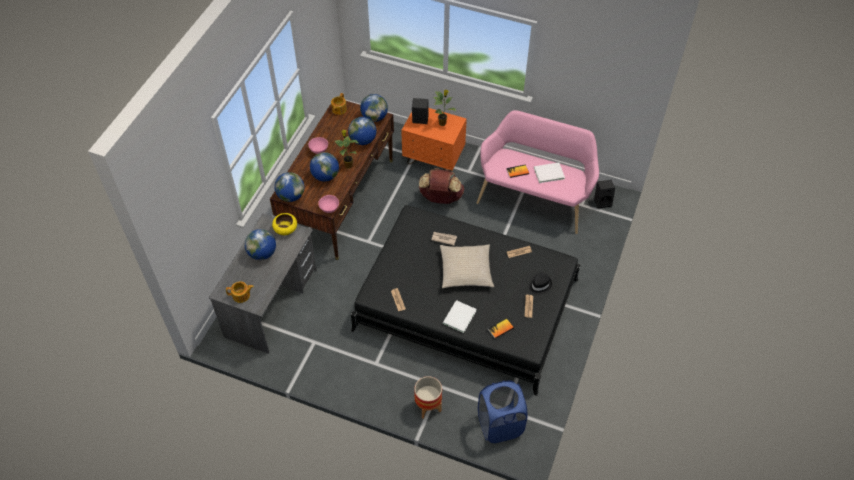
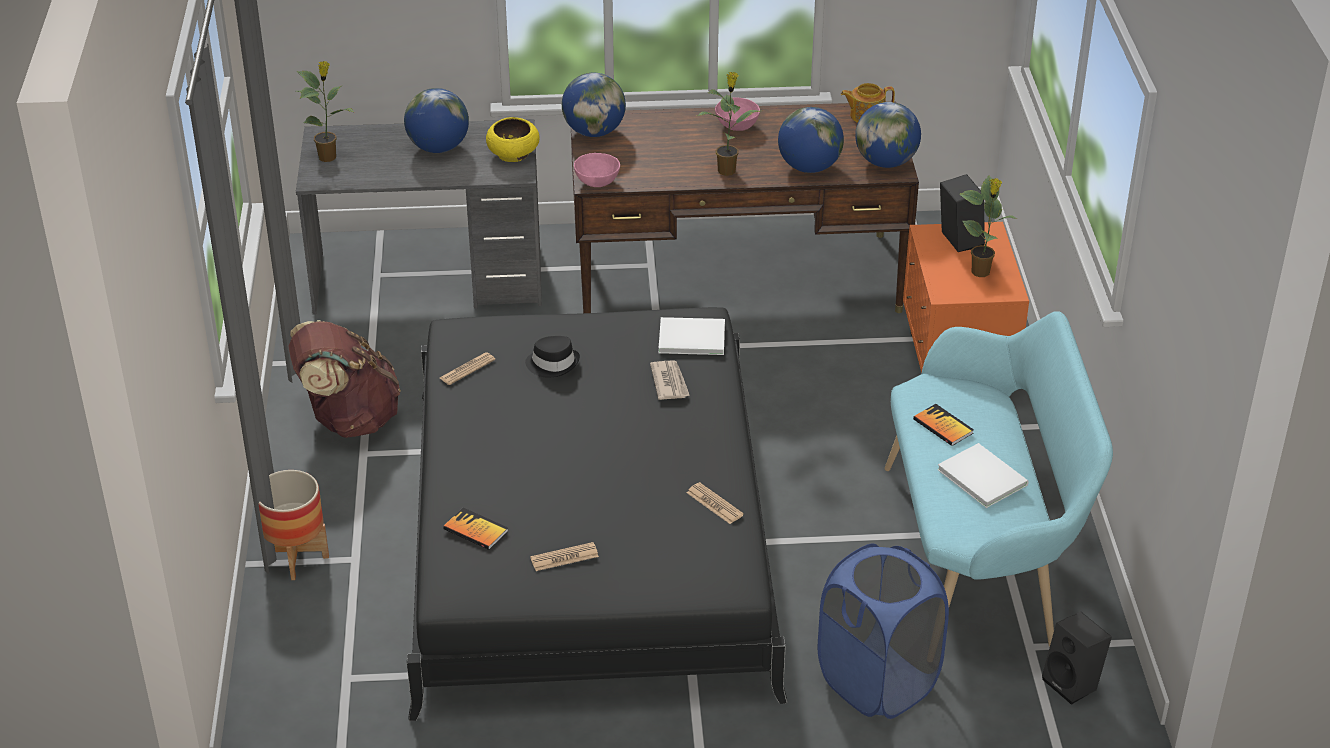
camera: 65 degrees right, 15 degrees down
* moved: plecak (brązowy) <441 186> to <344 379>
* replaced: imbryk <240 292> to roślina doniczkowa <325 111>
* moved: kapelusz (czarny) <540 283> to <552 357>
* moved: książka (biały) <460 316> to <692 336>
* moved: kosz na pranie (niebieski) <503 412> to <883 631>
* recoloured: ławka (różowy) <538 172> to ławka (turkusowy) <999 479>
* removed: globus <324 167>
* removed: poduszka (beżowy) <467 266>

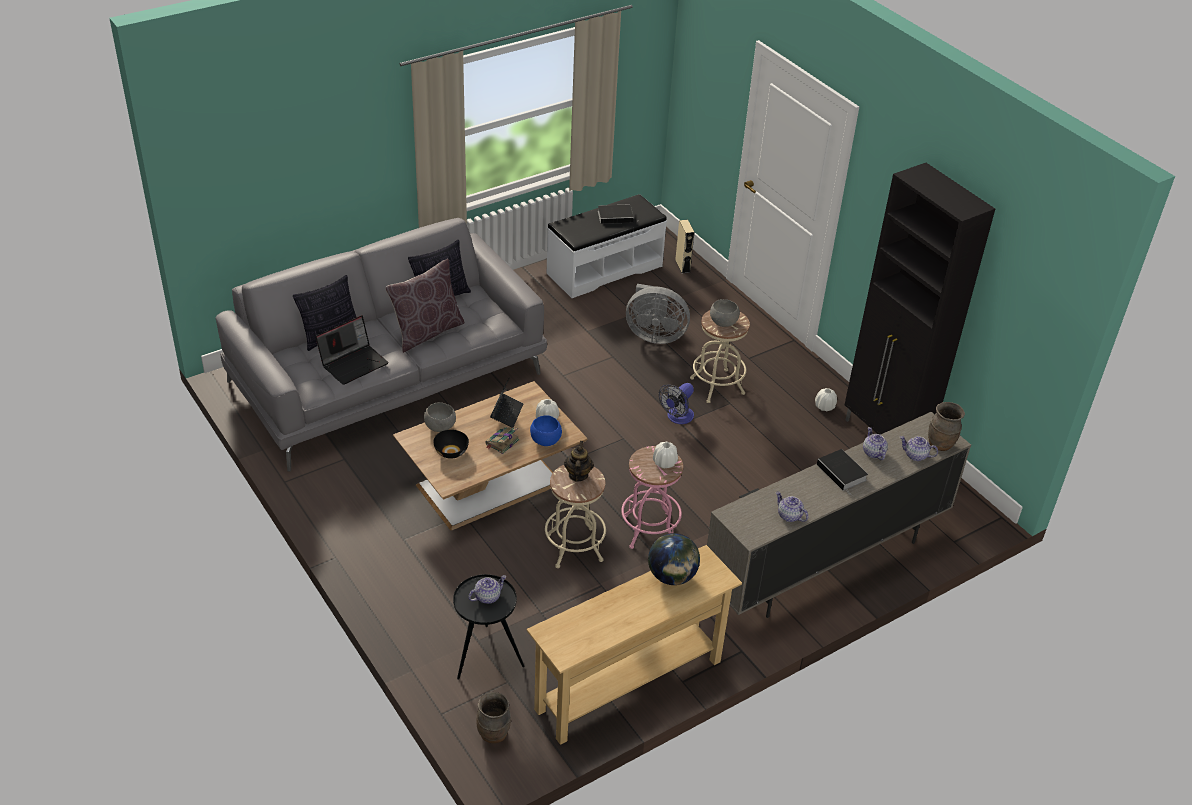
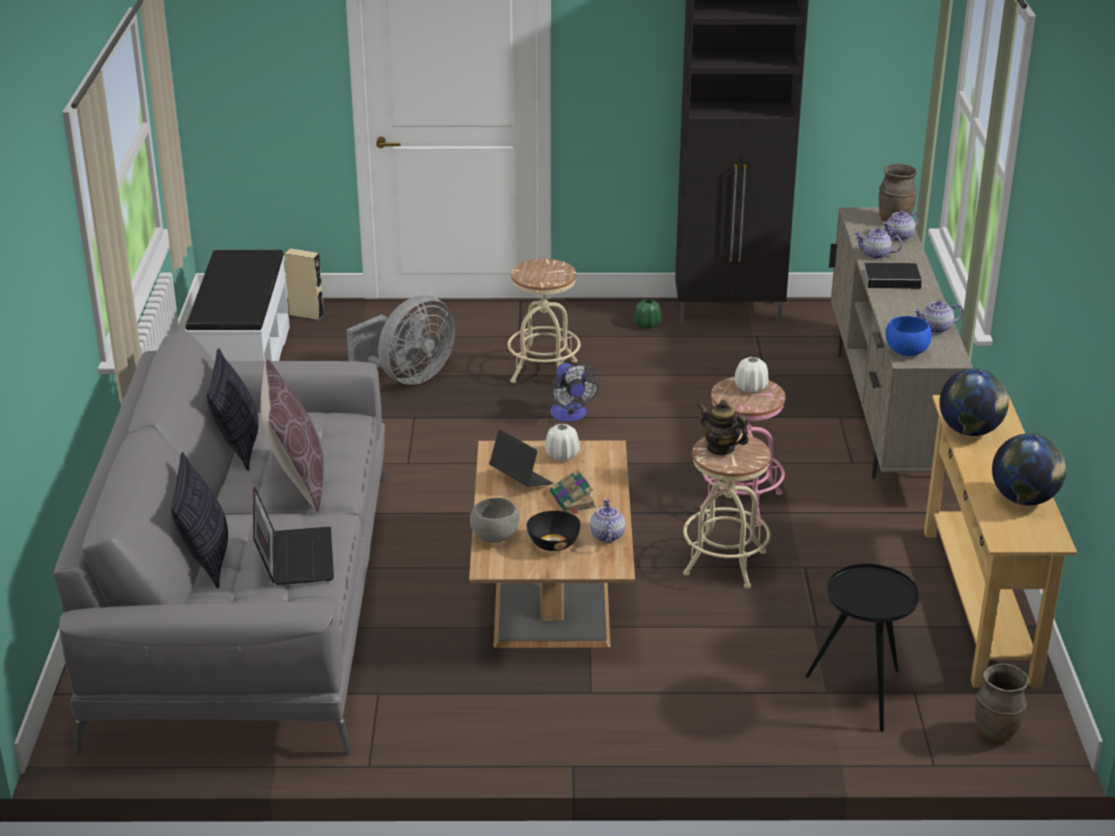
camera: 55 degrees left, 10 degrees down
* moved: imbryk <487 589> to <607 521>
* recoloured: wazon (biały) <826 399> to wazon (zielony) <648 314>
* moved: miska (niebieski) <546 430> to <908 336>
* added: globus <1029 469>
* removed: książka <617 214>
* removed: miska (szary) <725 313>

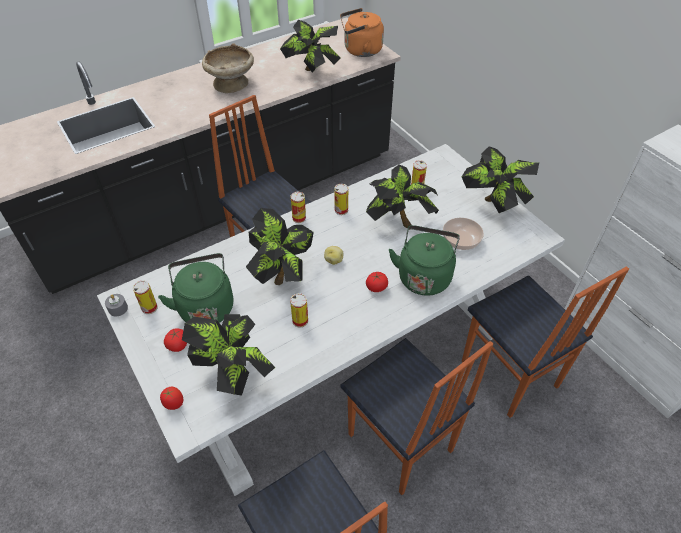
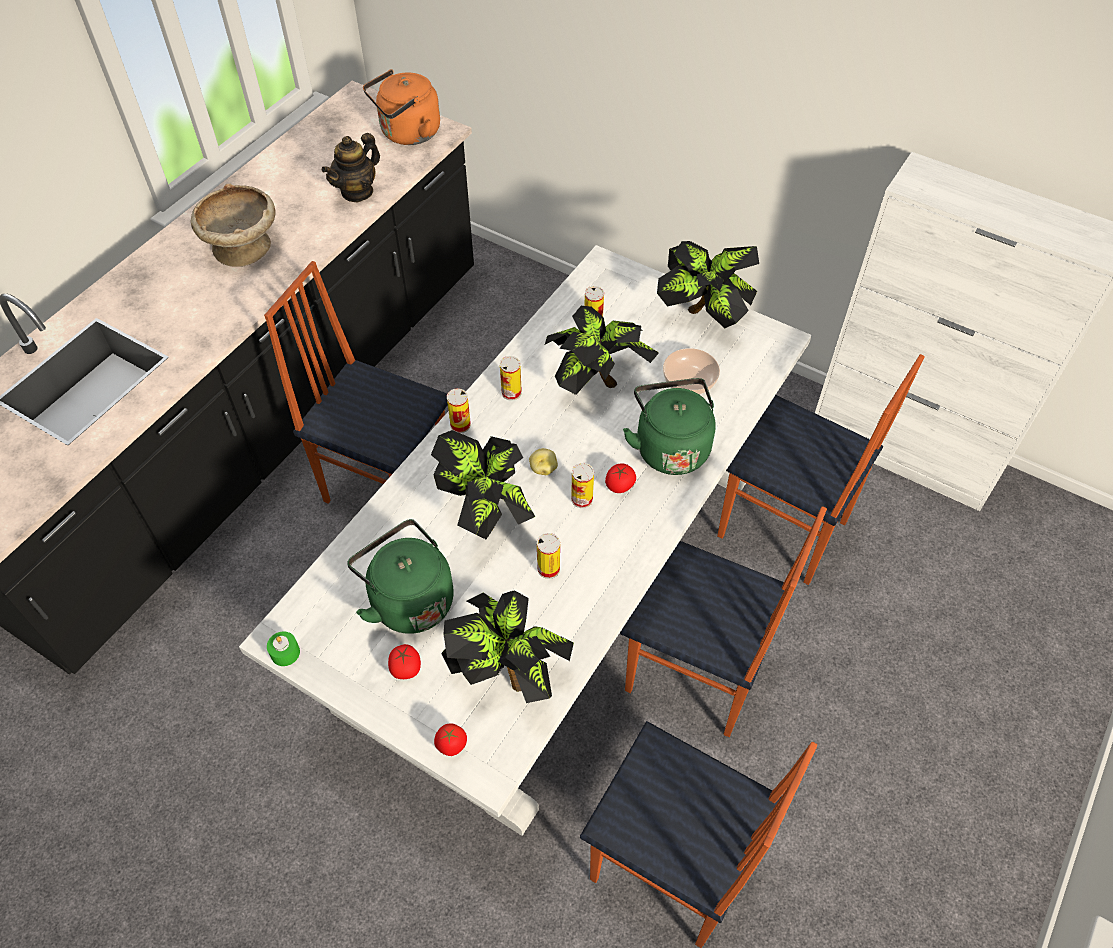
camera: 25 degrees left, 5 degrees up
* recoloured: świeca (szary) <116 305> to świeca (zielony) <283 648>
* replaced: roślina doniczkowa <310 46> to imbryk <351 167>
* moved: puszka <145 297> to <582 485>

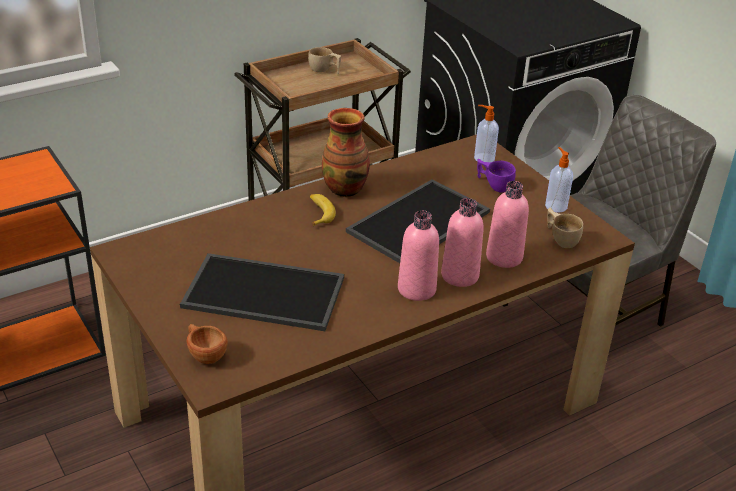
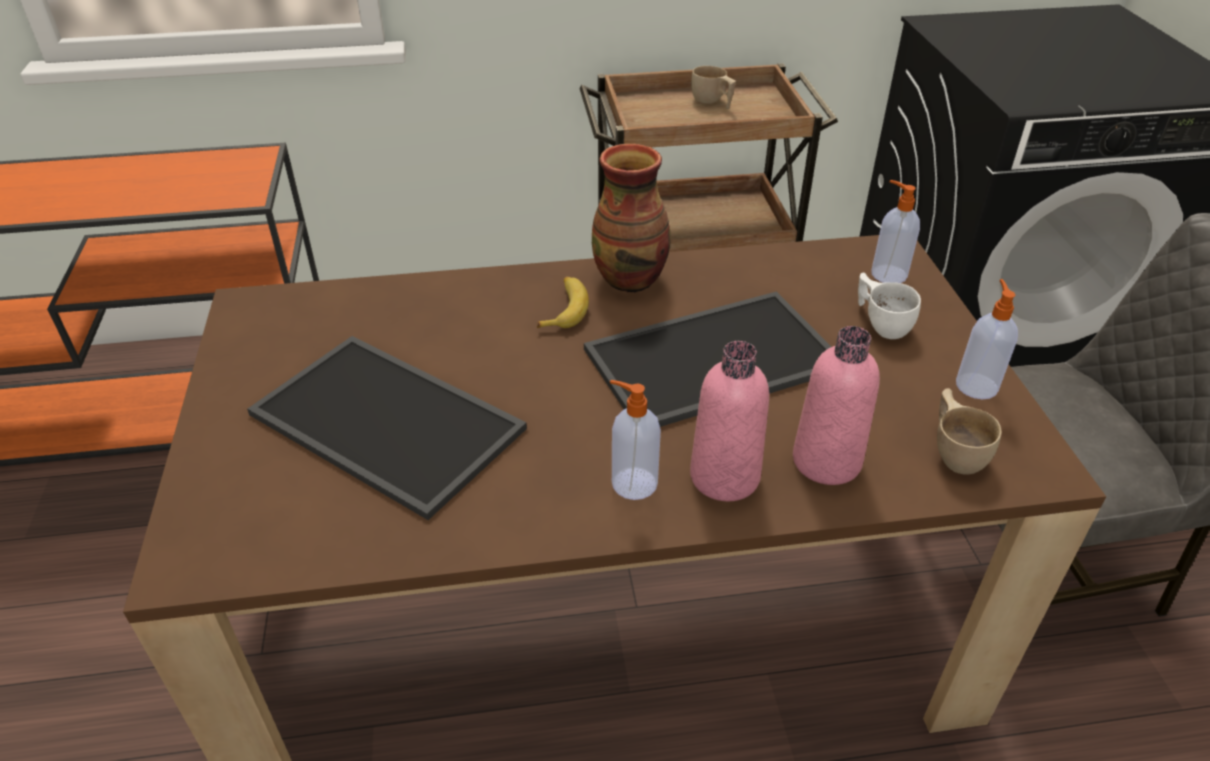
camera: 25 degrees right, 5 degrees up
* replaced: butelka (różowy) <418 255> to dozownik mydła <635 440>
* recoloured: filiżanka (fioletowy) <496 175> to filiżanka (biały) <889 305>
* removed: filiżanka (brązowy) <207 344>

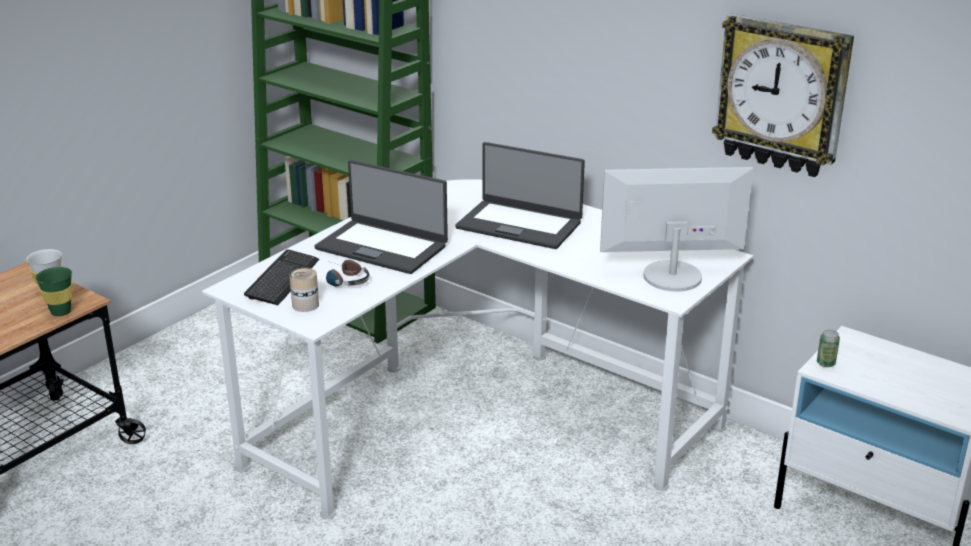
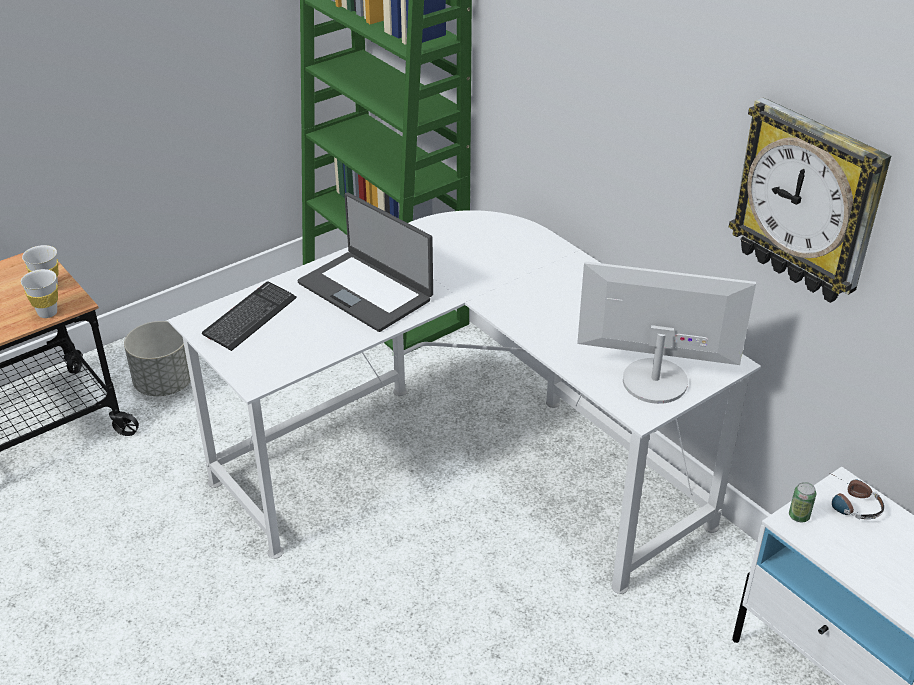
camera: 15 degrees right, 10 degrees up
* recoloured: filiżanka (zielony) <54 291> to filiżanka (biały) <39 293>
* added: donica (szary) <157 358>
* moved: słuchawki <348 273> to <858 498>
* removed: puszka <304 290>
* removed: laptop <520 195>

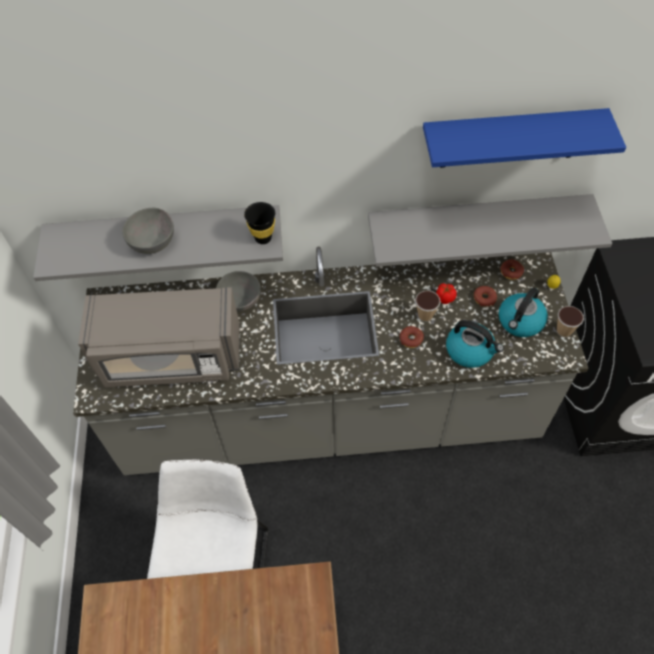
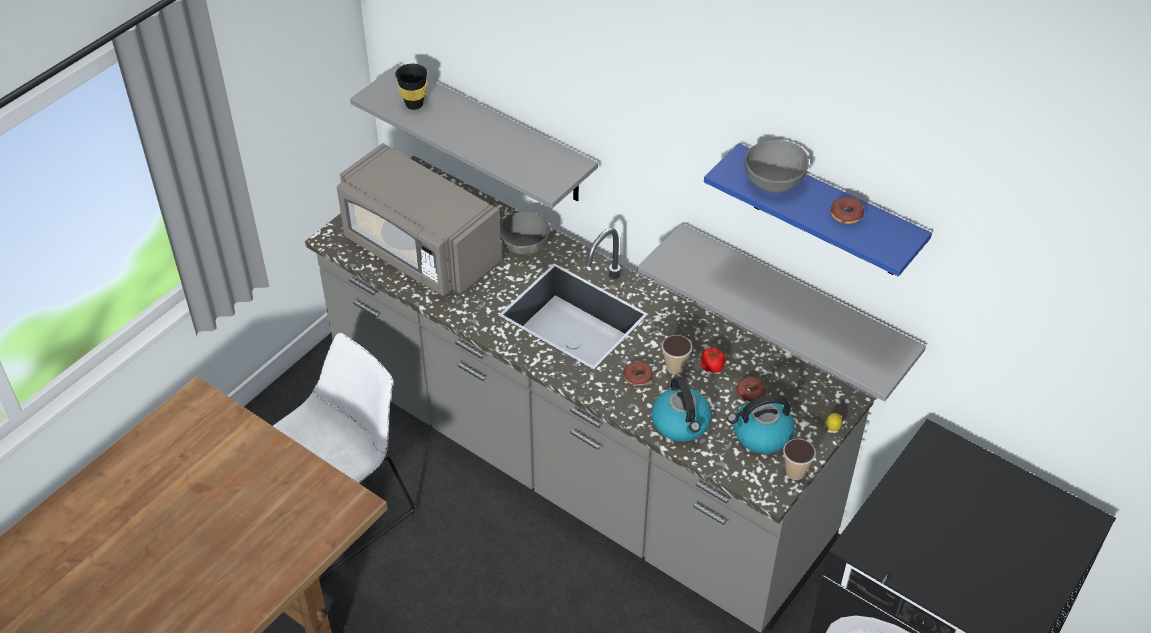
camera: 40 degrees right, 10 degrees down
* moved: filiżanka (czarny) <259 223> to <411 87>
* moved: miska (szary) <148 231> to <776 166>
* moved: donut <512 269> to <847 210>

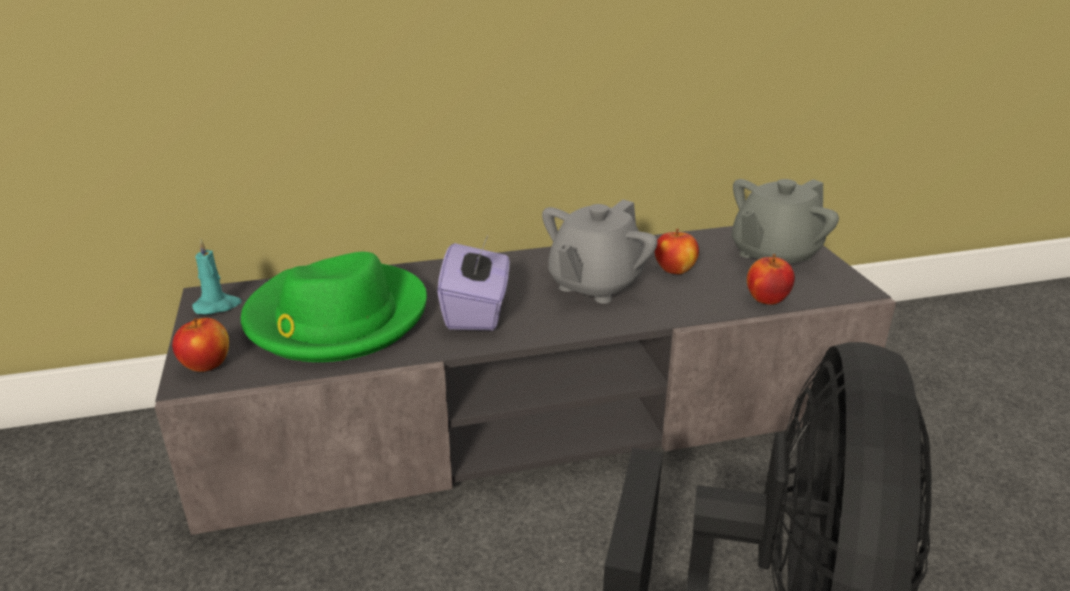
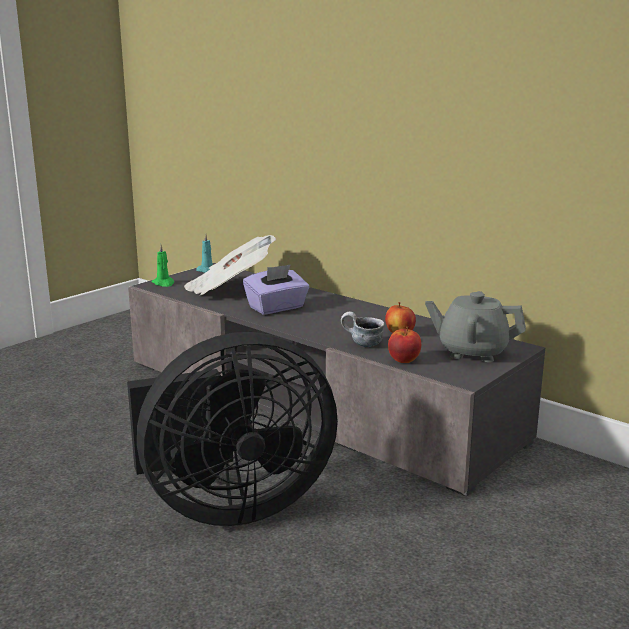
camera: 55 degrees right, 10 degrees down
* replaced: jabłko <200 345> to świeca (zielony) <162 265>
* replaced: kapelusz (zielony) <334 307> to gazeta <230 265>
* added: kubek <363 329>
* removed: imbryk (szary) <600 251>

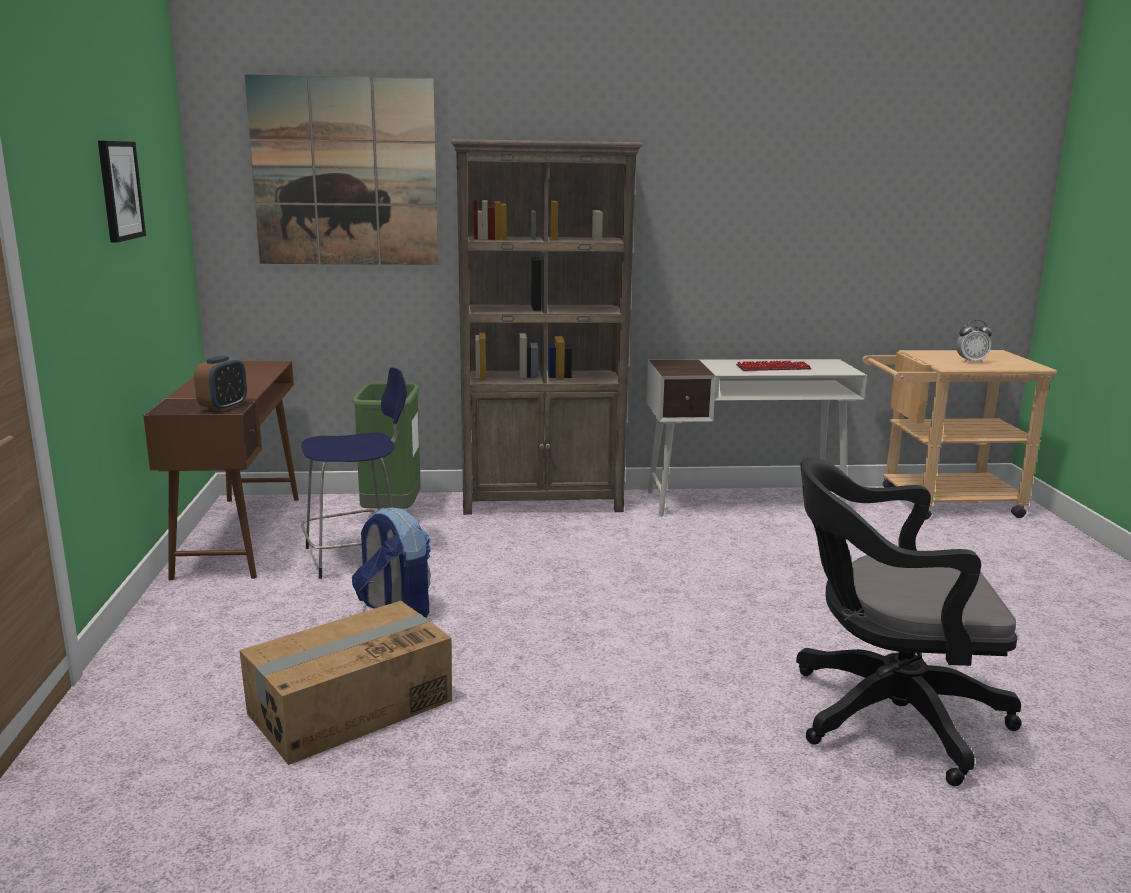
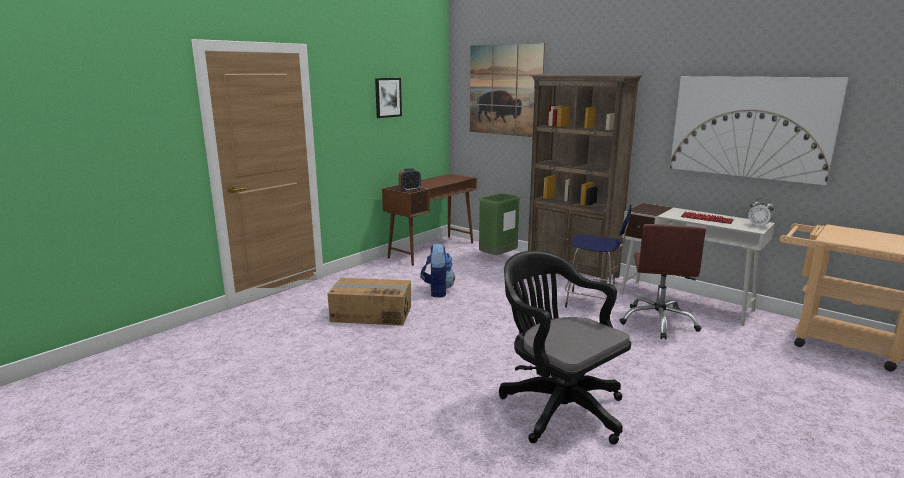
camera: 45 degrees right, 0 degrees up
* moved: stołek (niebieski) <354 473> to <598 259>
* added: krzesło biurowe (brązowy) <662 282>
* added: obraz <759 130>
* moved: budzik <974 341> to <761 213>

